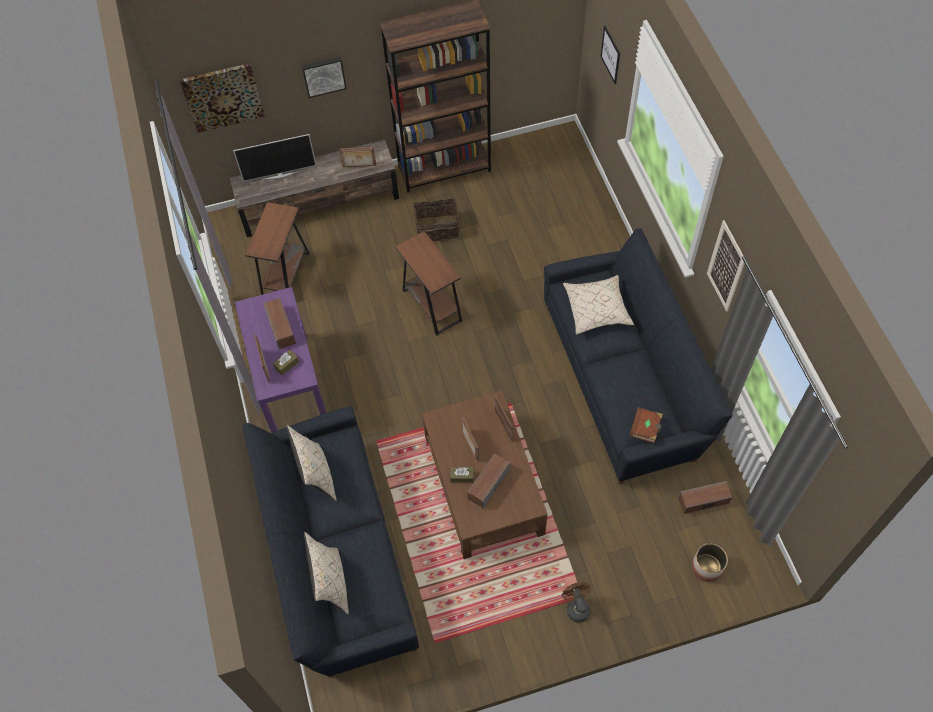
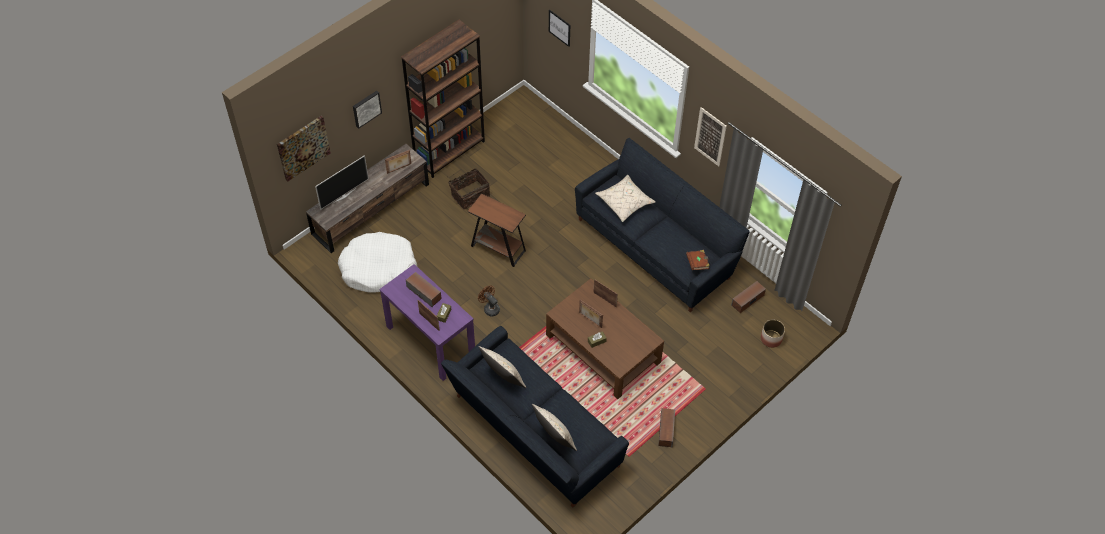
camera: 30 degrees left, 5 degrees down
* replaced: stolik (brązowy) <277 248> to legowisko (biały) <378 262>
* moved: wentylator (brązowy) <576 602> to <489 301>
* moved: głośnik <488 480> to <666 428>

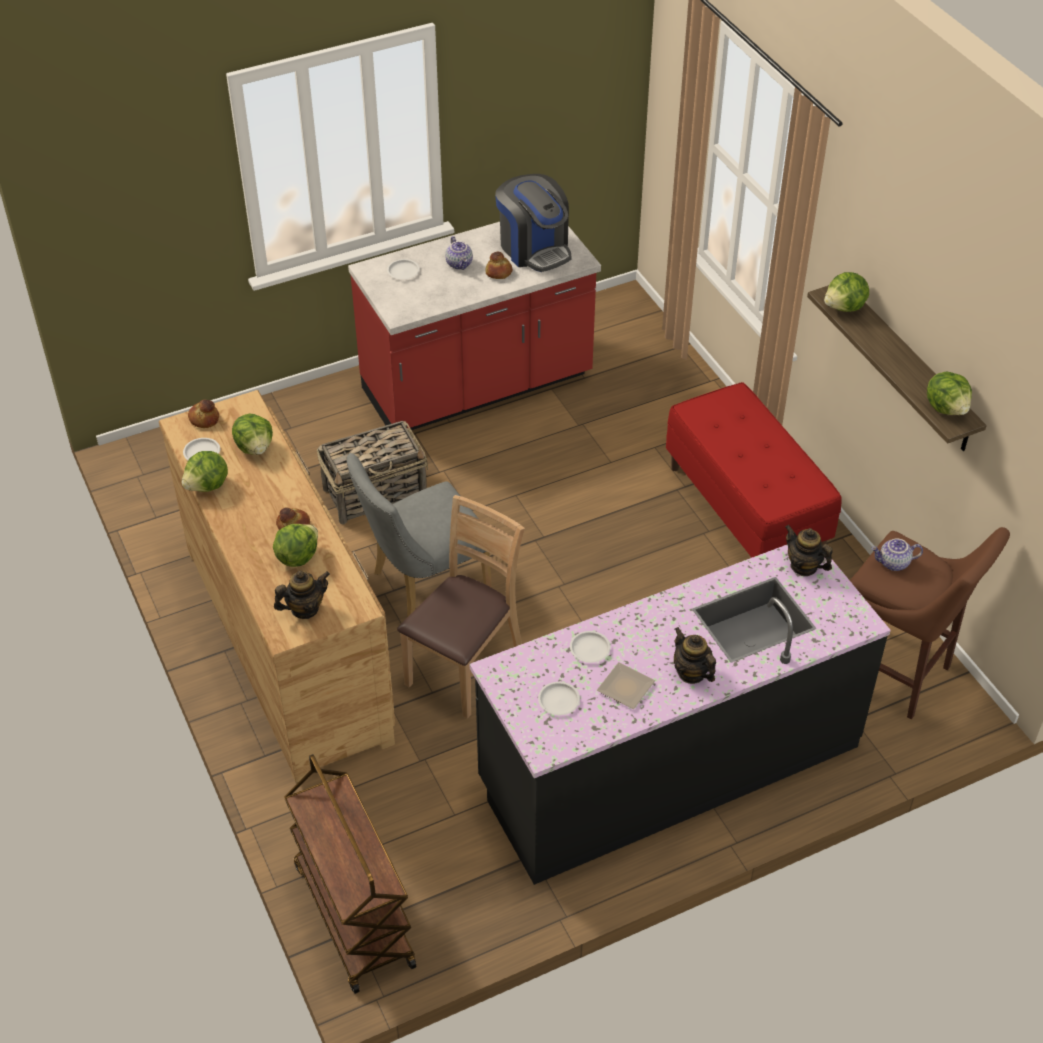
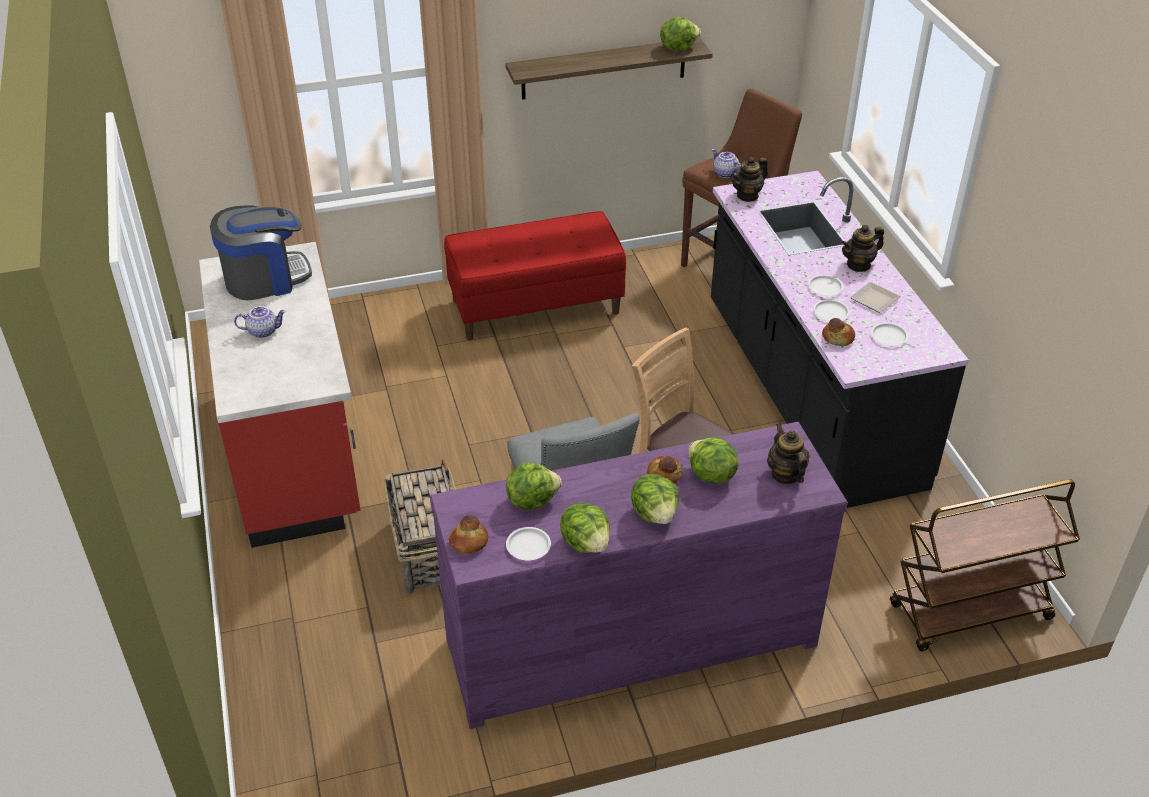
camera: 80 degrees left, 5 degrees down
* recoloured: komoda (brązowy) <277 586> to komoda (fioletowy) <639 575>
* moved: sałata <846 292> to <655 499>
* turned: imbryk <897 554> = <726 163> 135 degrees clockwise
* moved: talerz (biały) <403 269> to <826 285>
* moved: chleb <499 265> to <838 332>

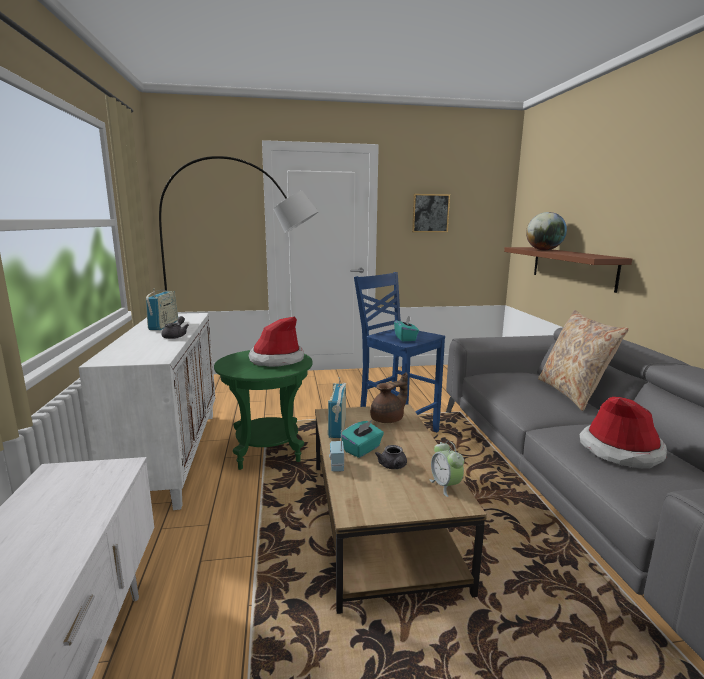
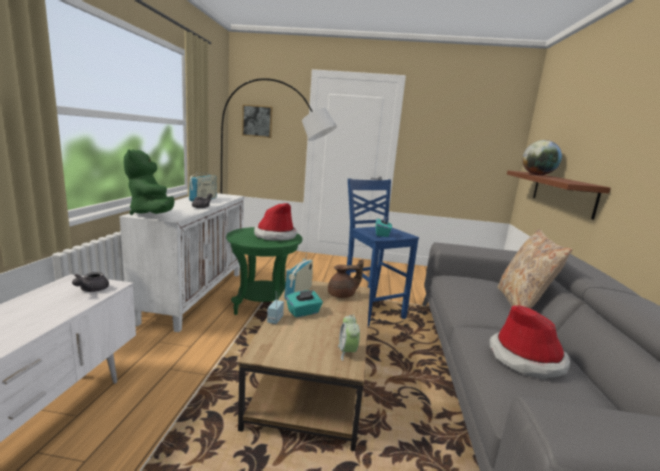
camera: 15 degrees right, 0 degrees up
* moved: imbryk (szary) <391 457> to <90 282>
* added: pluszak (zielony) <149 182>
* moved: obraz <431 213> to <257 121>

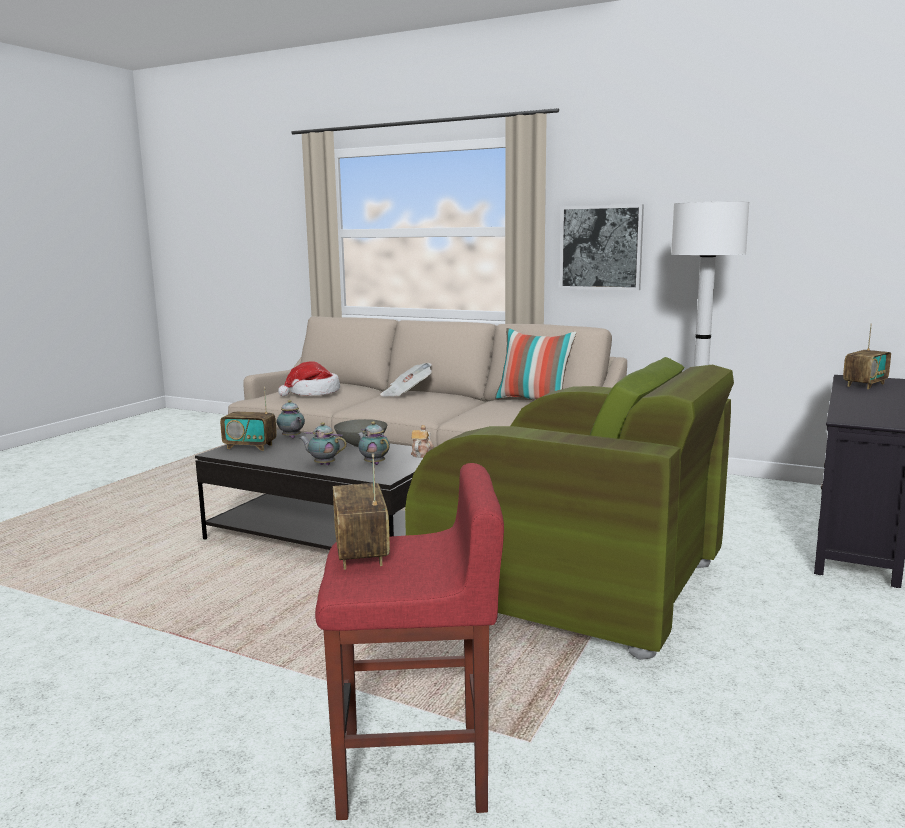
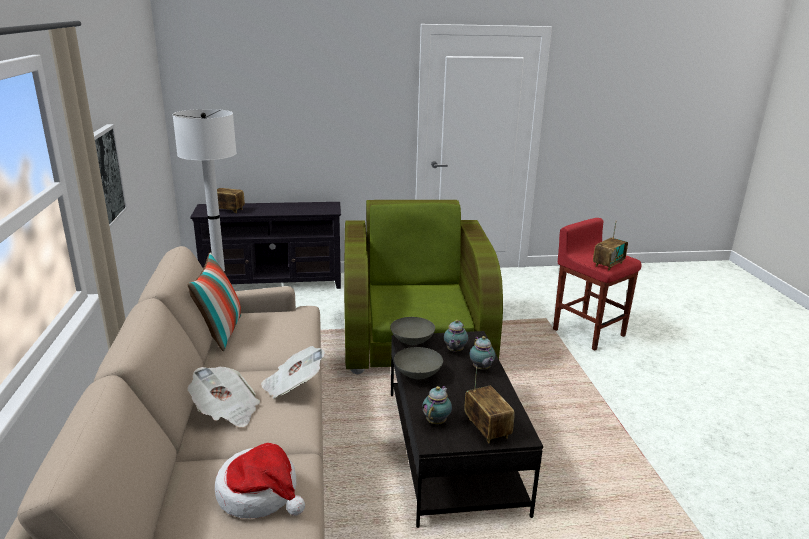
camera: 125 degrees left, 10 degrees up
* added: gazeta <293 372>
* replaced: imbryk <422 441> to miska (szary) <412 331>

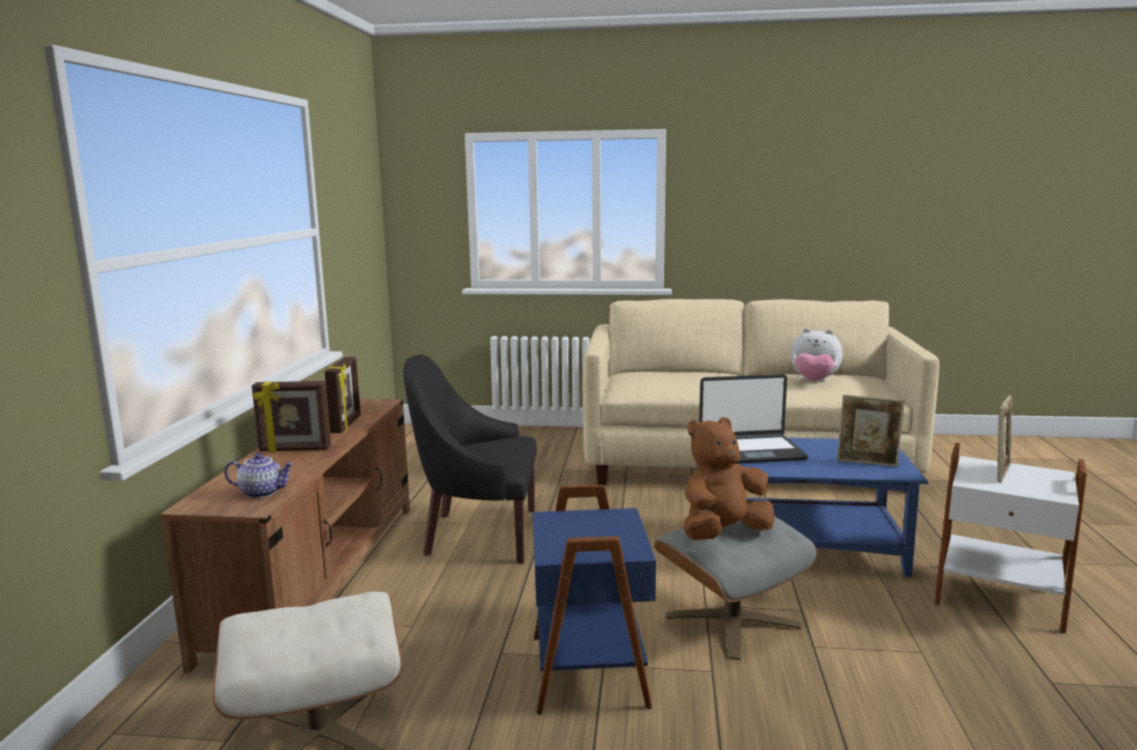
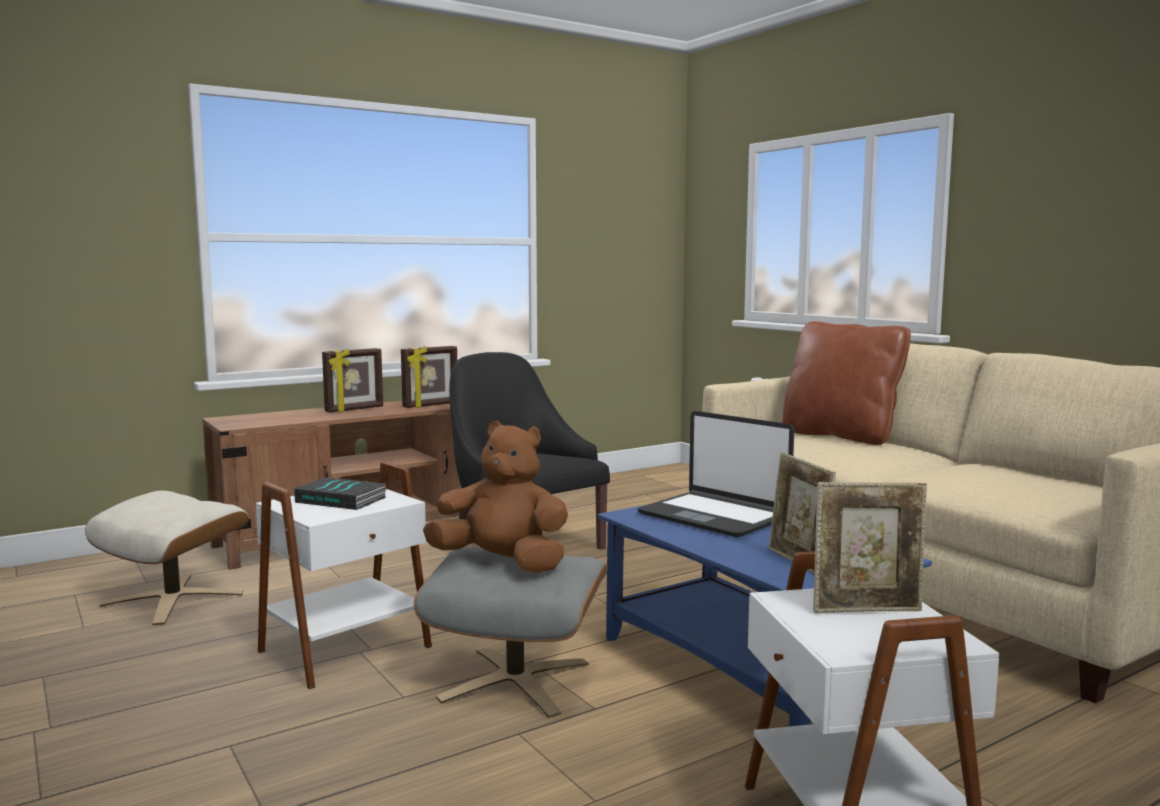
camera: 50 degrees right, 5 degrees down
* recoloured: stolik (niebieski) <594 600> to stolik (biały) <344 575>
* added: książka <340 493>
* turned: ramka na zdjęcie <291 416> = <352 380> 90 degrees counterclockwise
* added: poduszka (brązowy) <846 383>
* removed: imbryk <259 475>
* removed: pluszak <817 355>

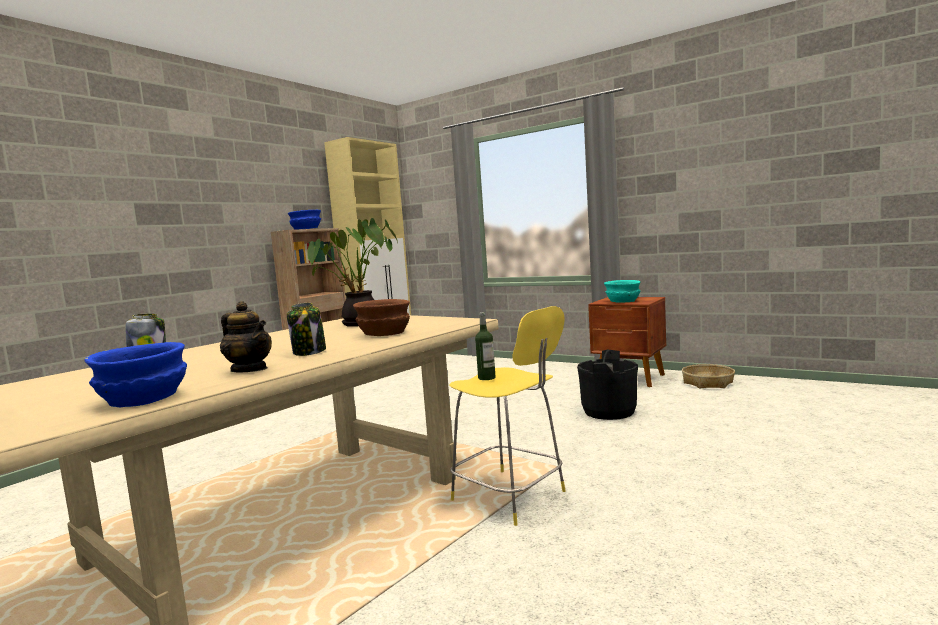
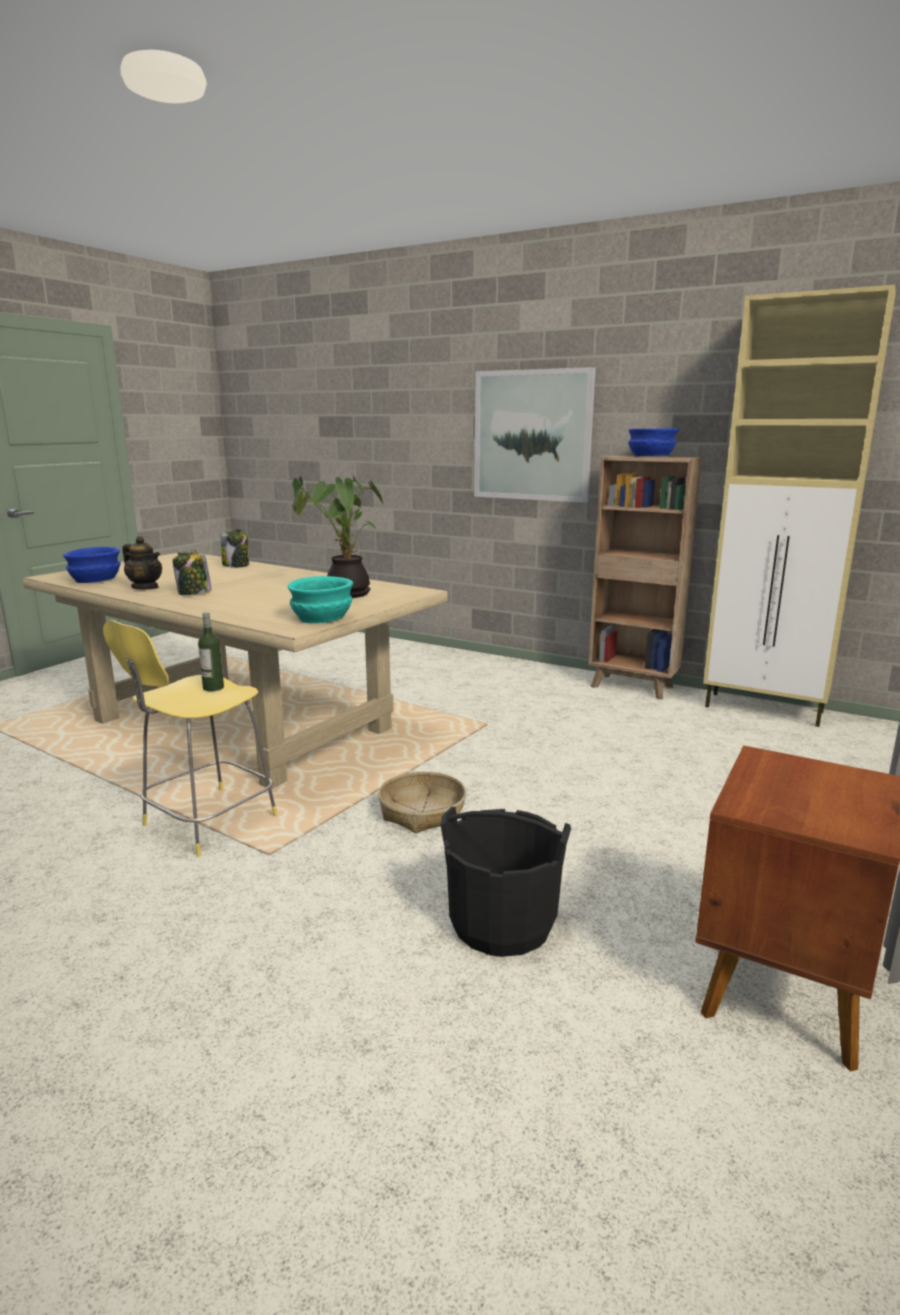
camera: 85 degrees right, 10 degrees up
* turned: imbryk <246 336> = <142 562> 90 degrees counterclockwise
* moved: miska (turkusowy) <622 291> to <320 599>
* moved: koszyk <708 376> to <422 802>
* added: obraz <535 435>
* removed: miska (brązowy) <381 317>

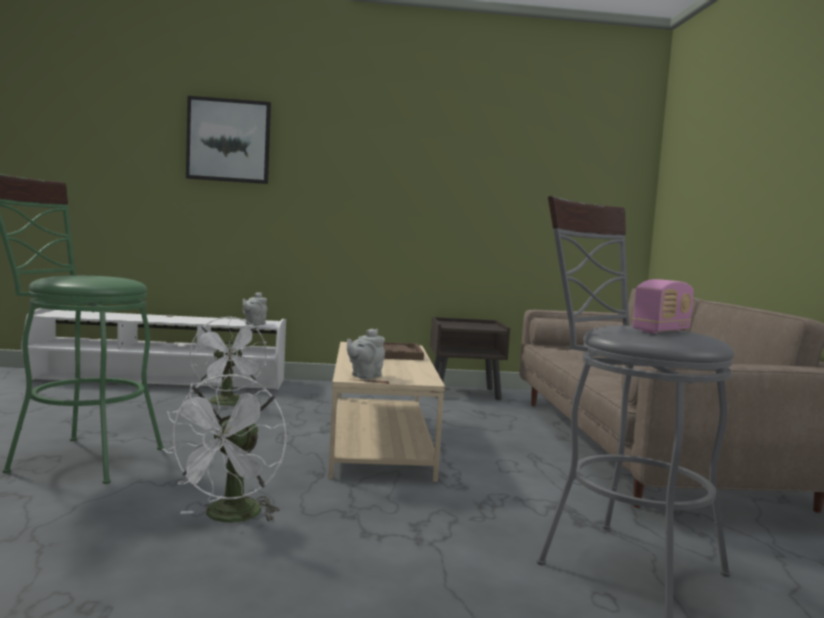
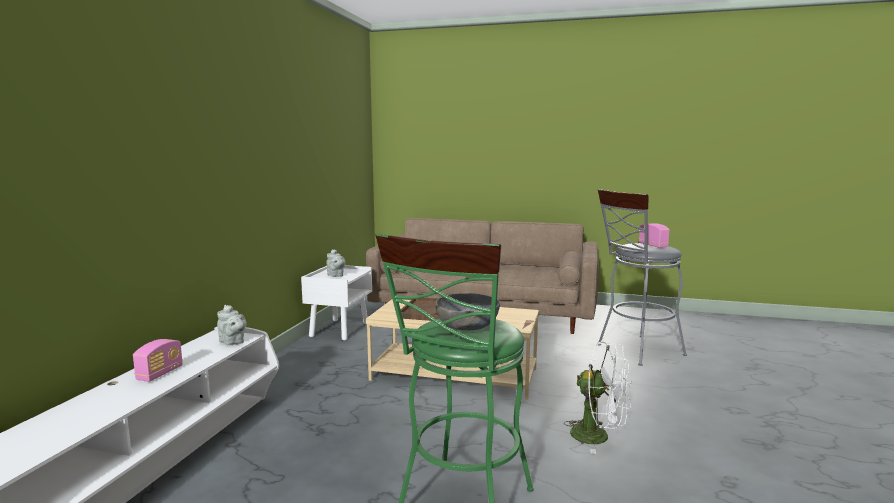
camera: 70 degrees left, 5 degrees up
* added: radio <158 360>
* recoloured: szafka nocna (brązowy) <470 358> to szafka nocna (biały) <336 302>
* moved: imbryk (szary) <366 353> to <336 263>
* added: miska (szary) <467 311>
* removed: obraz <228 140>
* removed: wentylator (biały) <228 360>

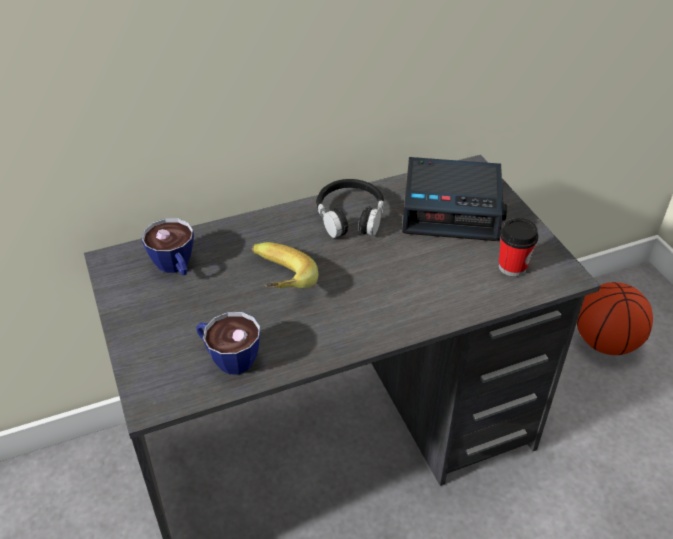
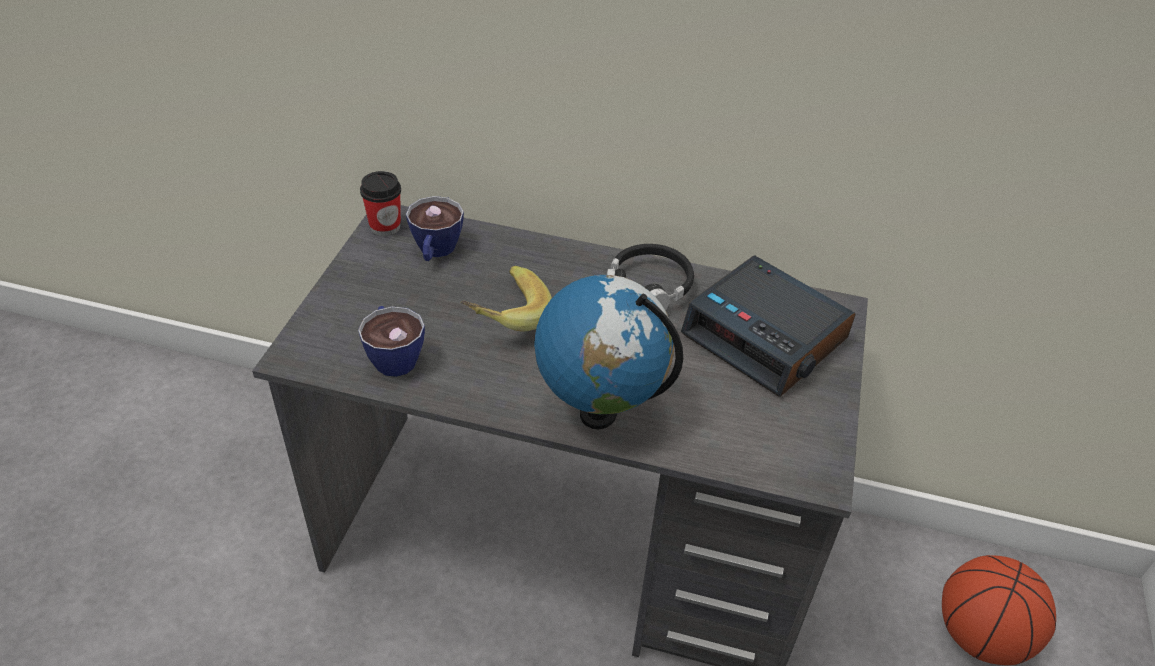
camera: 35 degrees right, 0 degrees up
* moved: filiżanka <519 247> to <380 203>
* added: globus <608 352>

